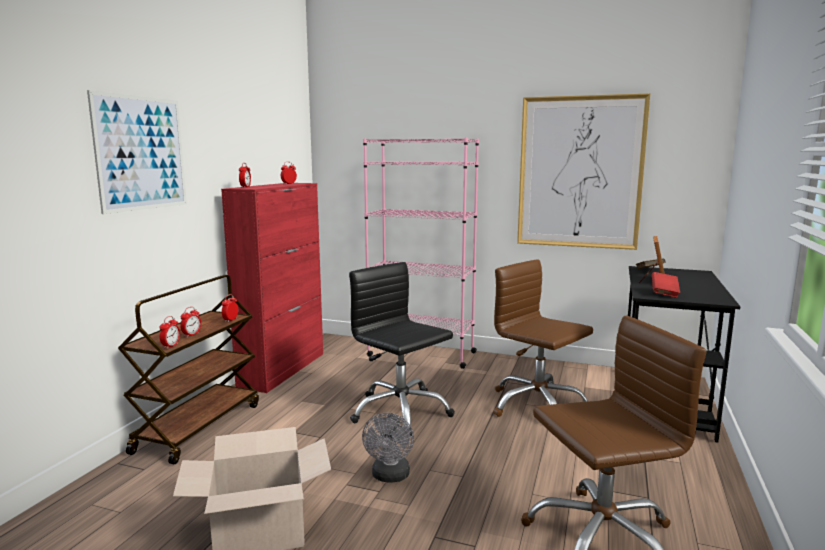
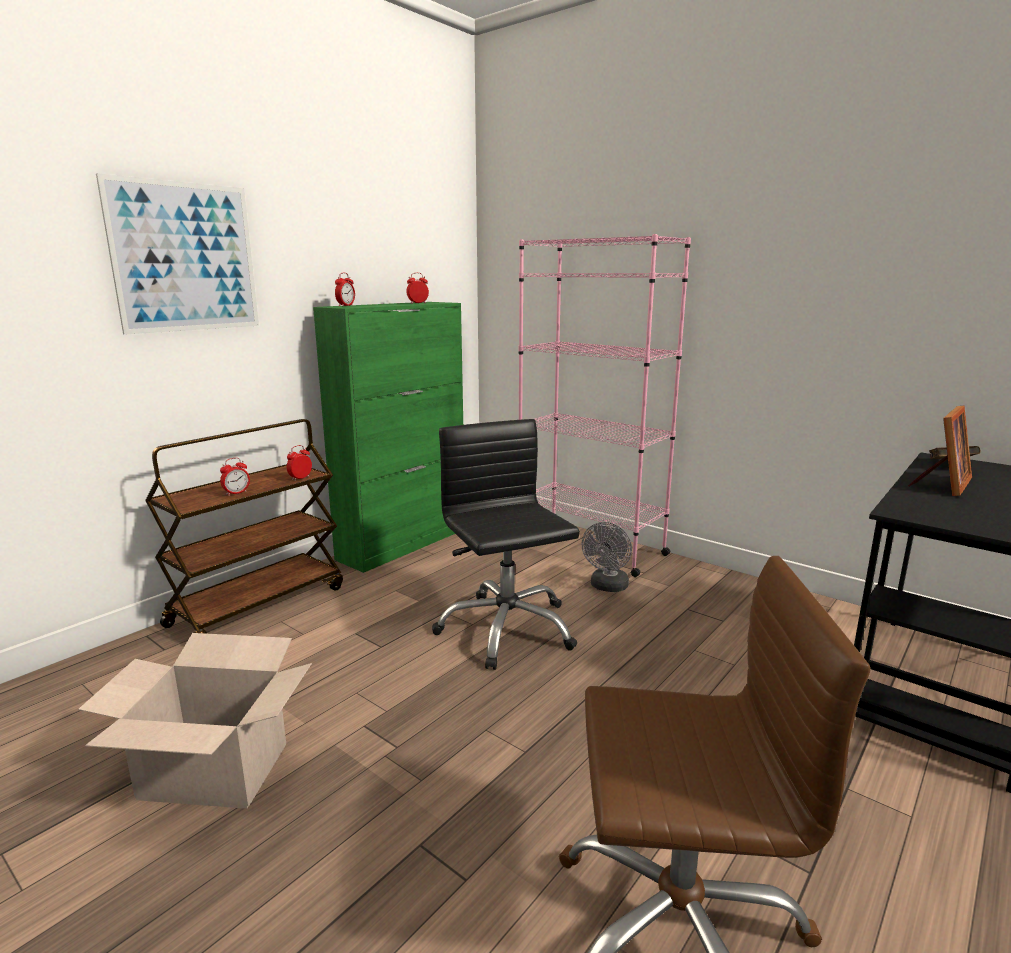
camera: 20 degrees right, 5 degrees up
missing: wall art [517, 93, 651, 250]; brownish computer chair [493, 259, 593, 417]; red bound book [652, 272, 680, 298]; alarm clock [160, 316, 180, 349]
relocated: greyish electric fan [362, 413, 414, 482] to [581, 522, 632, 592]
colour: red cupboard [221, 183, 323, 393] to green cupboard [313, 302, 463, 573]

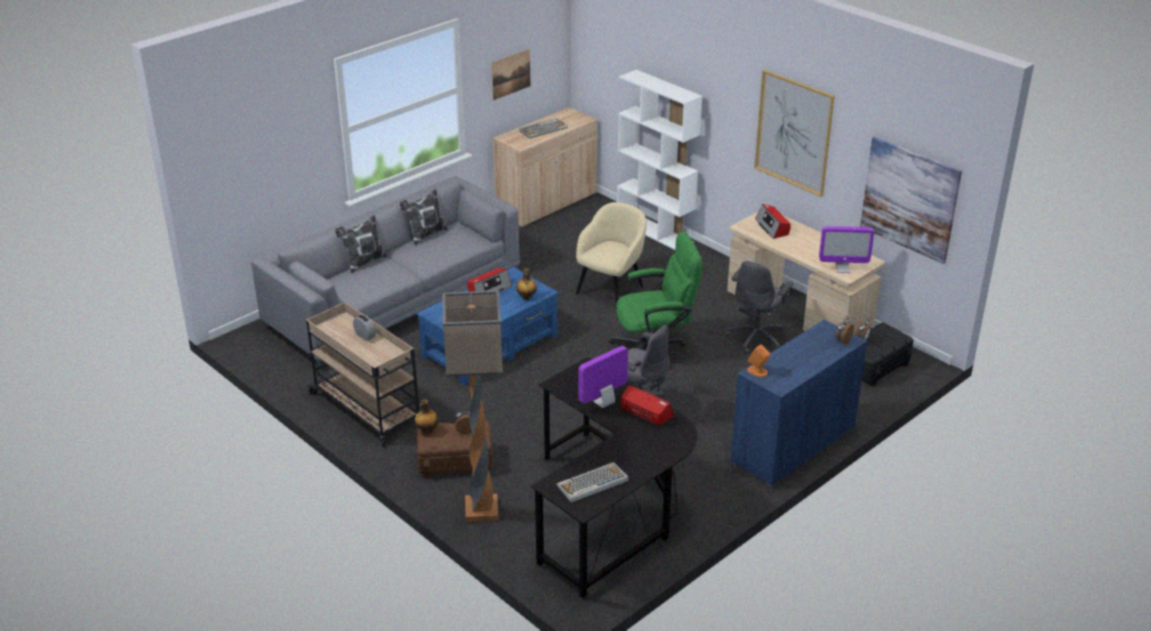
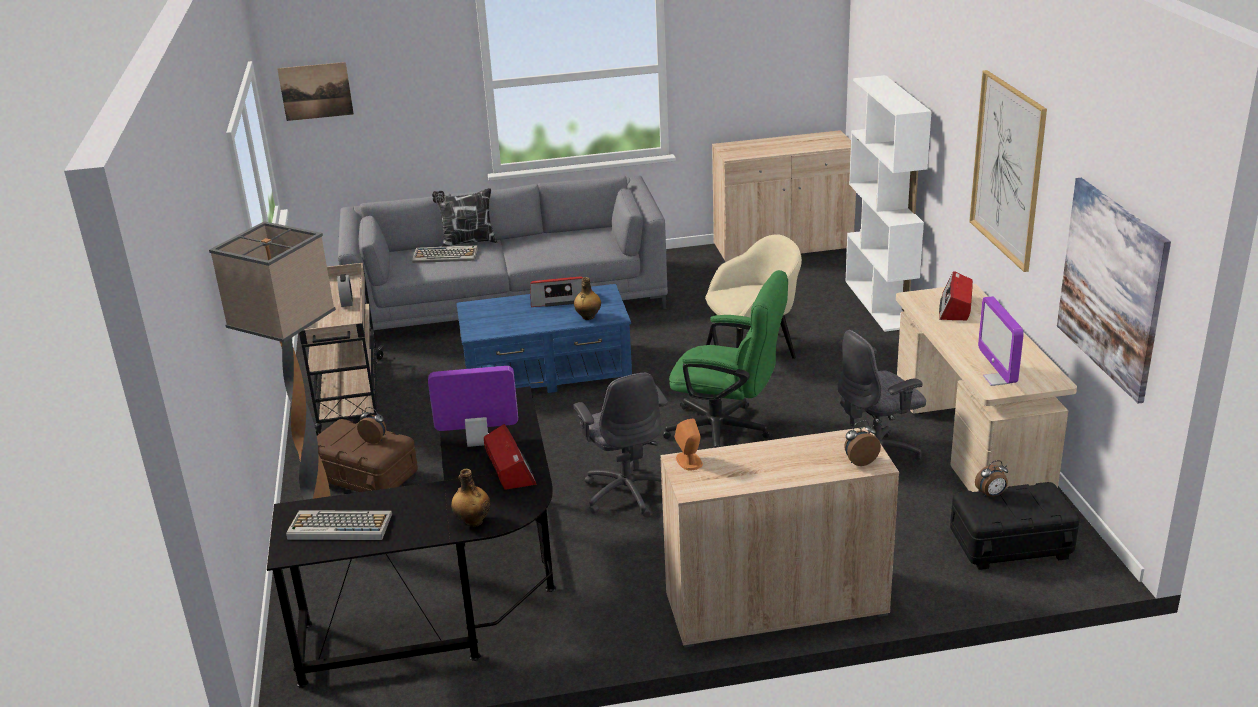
camera: 35 degrees right, 5 degrees down
missing: pillow [400, 189, 448, 245]
relocated: wall art [492, 49, 530, 100] to [277, 62, 354, 121]; PC keyboard [519, 118, 568, 139] to [412, 245, 478, 263]; drink bottle [415, 400, 438, 433] to [451, 469, 491, 527]
colour: blue-coloured cupboard [731, 319, 868, 487] to sand-coloured cupboard [661, 427, 899, 648]
spun: computer display [819, 226, 874, 273] = [978, 296, 1024, 386] 45 degrees clockwise

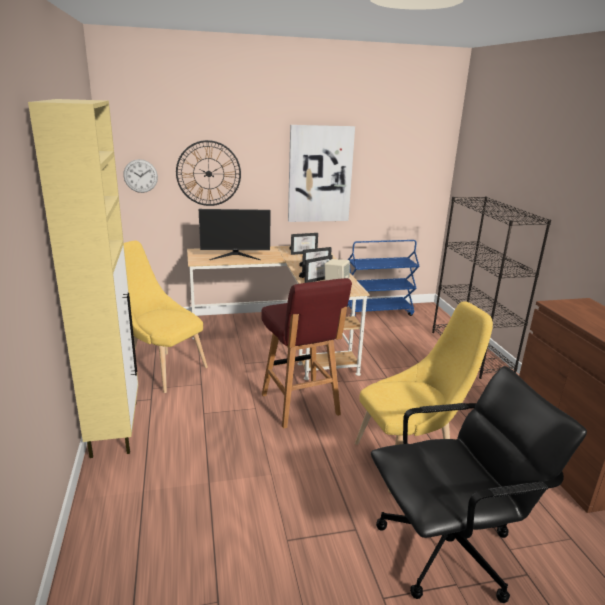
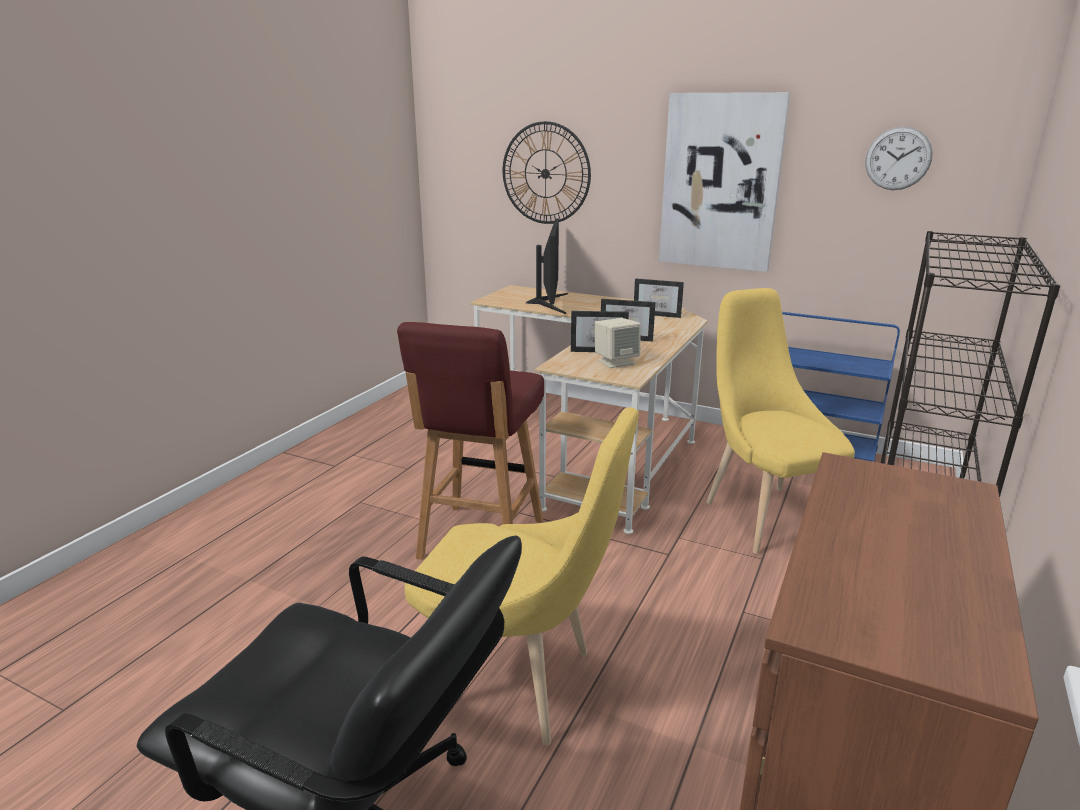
camera: 40 degrees right, 0 degrees up
missing: sand-coloured cupboard [28, 99, 138, 458]
relocated: clock on the wall [123, 159, 158, 193] to [865, 126, 933, 190]; yellowish chair [124, 241, 208, 393] to [706, 288, 855, 554]
spun: computer display [199, 209, 271, 260] = [526, 219, 568, 314] 120 degrees counterclockwise

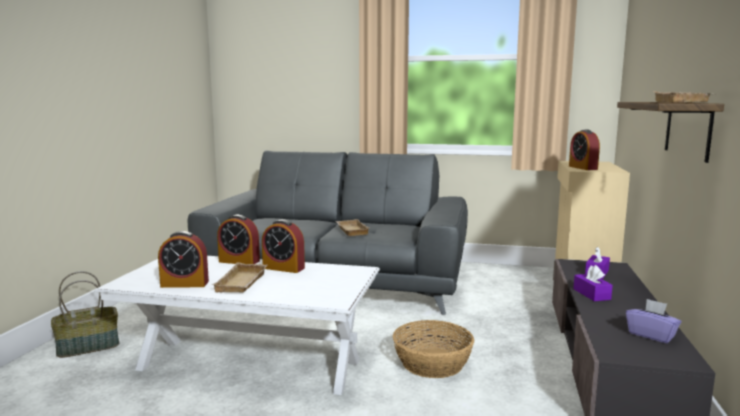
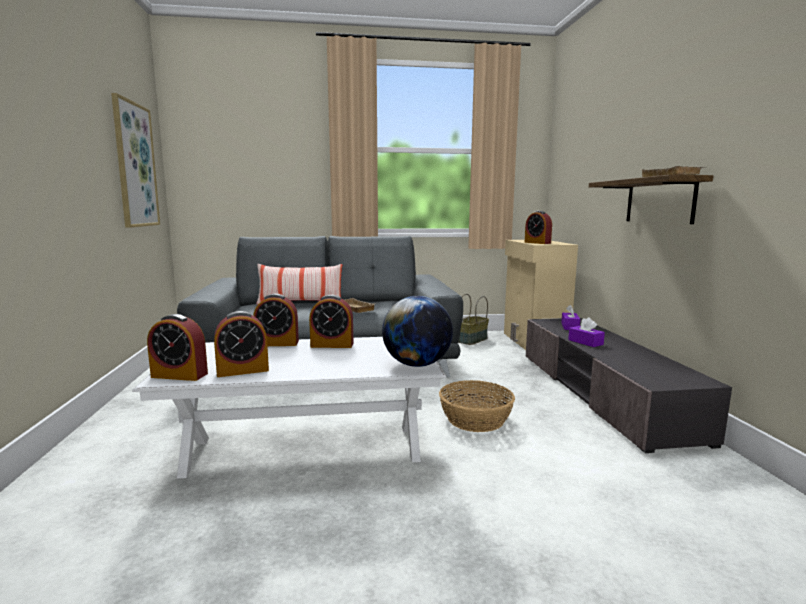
camera: 20 degrees left, 0 degrees up
missing: sand-coloured carrying tray [212, 262, 268, 292]; purple box of tissues [626, 299, 681, 343]
appeared: wall art [111, 93, 160, 228]; pillow [256, 264, 342, 305]; globe [382, 296, 453, 367]; alarm clock [147, 314, 208, 381]
relocated: basket [51, 271, 119, 358] to [459, 294, 489, 345]

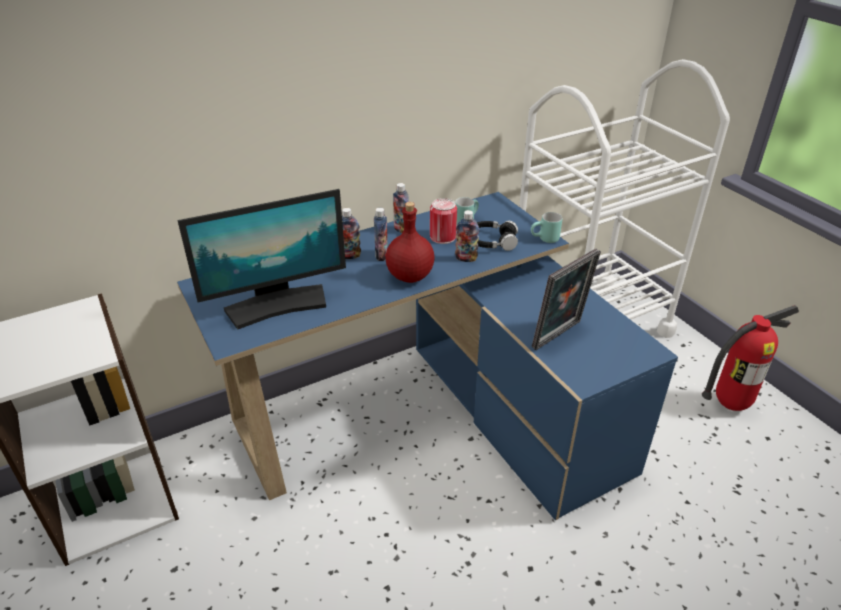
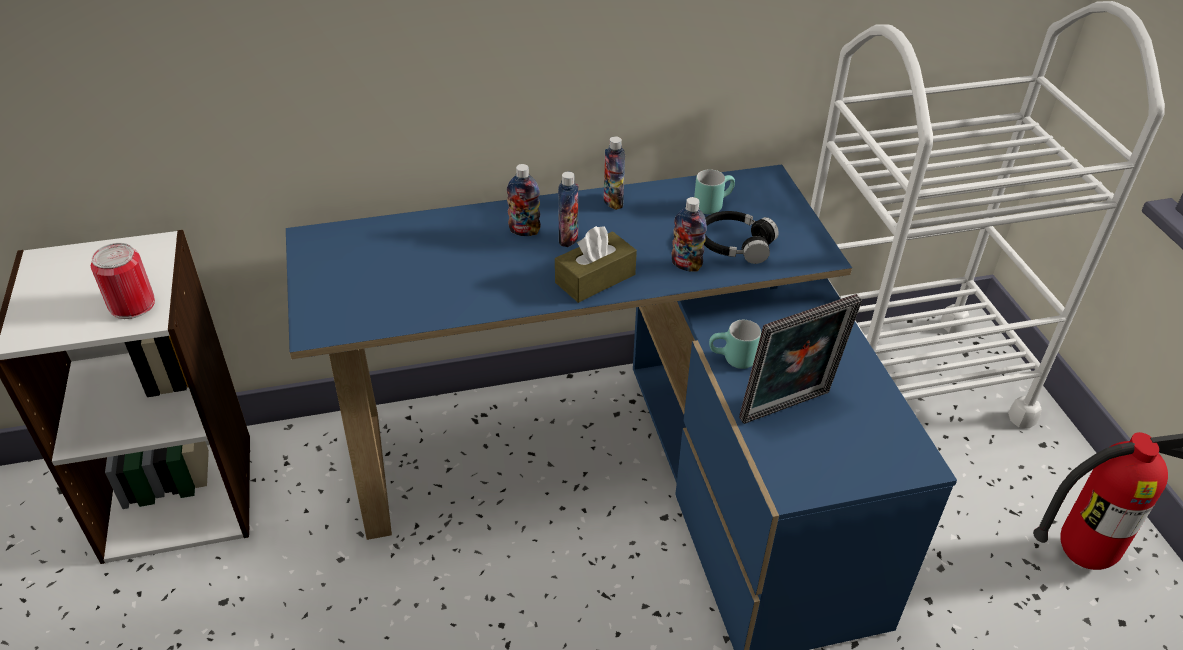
camera: 15 degrees right, 5 degrees up
missing: computer display [177, 189, 346, 330]
relocated: metal can [430, 198, 457, 244] to [91, 243, 155, 319]; turquoise-coloured coffee mug [531, 212, 562, 243] to [709, 320, 761, 369]
exchanged: red drink bottle [386, 202, 435, 283] to brownish box of tissues [555, 226, 637, 303]

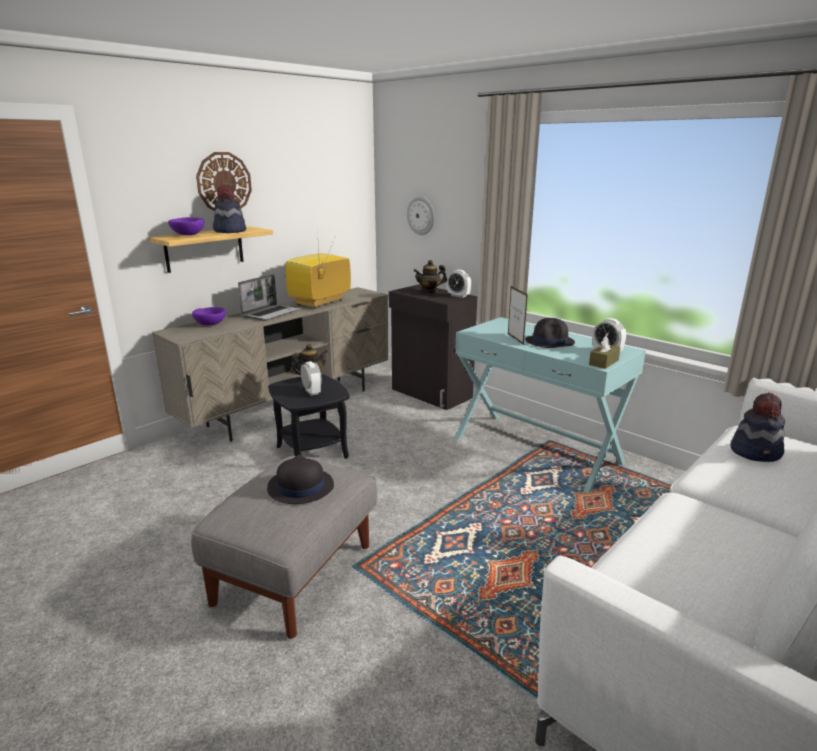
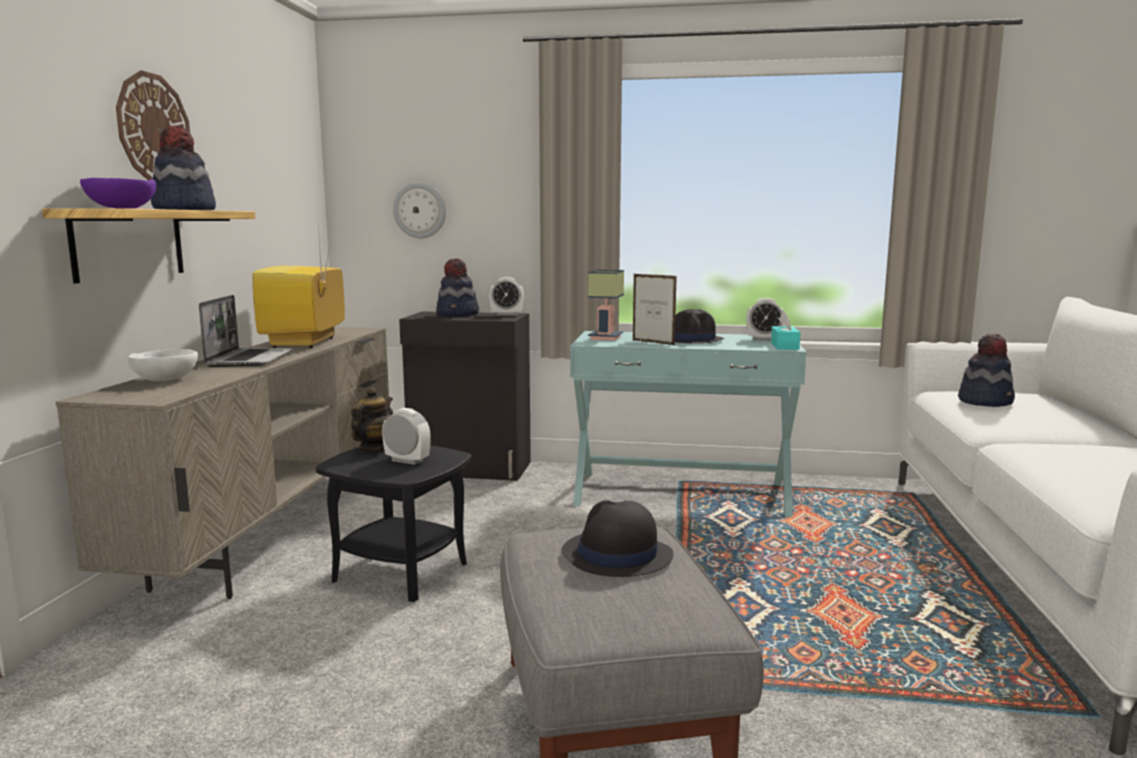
camera: 35 degrees left, 10 degrees down
appeared: table lamp [588, 270, 624, 341]
exchanged: teapot [413, 260, 447, 294] to hat [436, 259, 479, 317]
colour: purple serving bowl [192, 307, 226, 326] to white serving bowl [128, 349, 198, 381]; brownish box of tissues [589, 336, 620, 369] to turquoise-coloured box of tissues [771, 312, 801, 350]

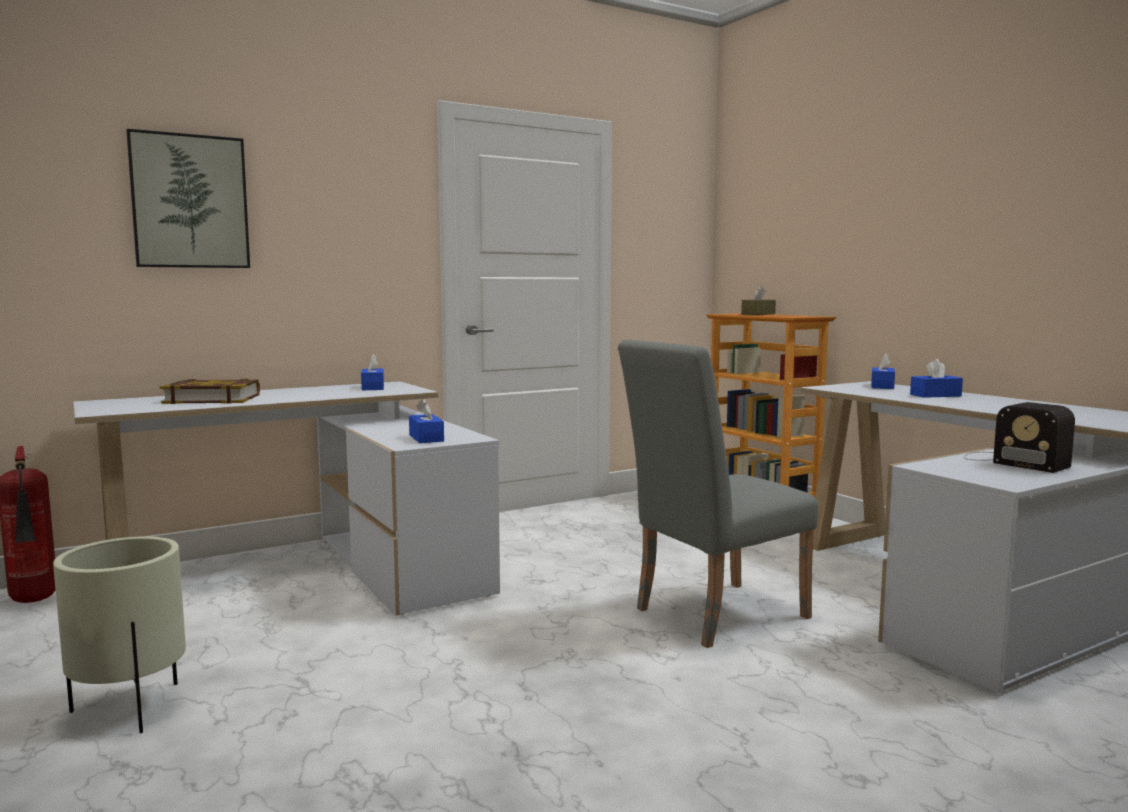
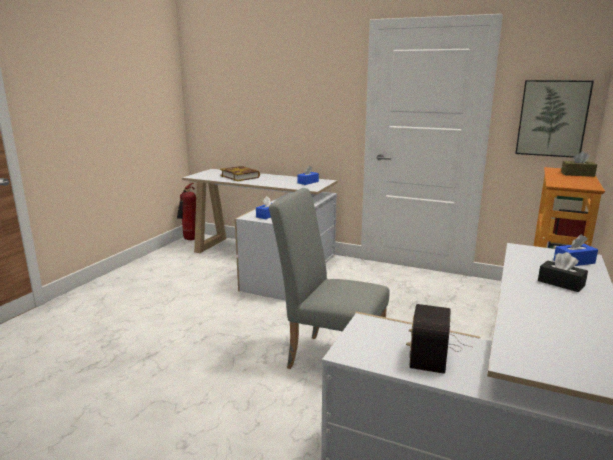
camera: 55 degrees right, 10 degrees up
missing: sand-coloured plant pot [53, 536, 186, 733]
relocated: wall art [126, 129, 250, 268] to [515, 80, 594, 158]
colour: blue-coloured box of tissues [910, 359, 963, 398] to black-coloured box of tissues [538, 252, 588, 292]

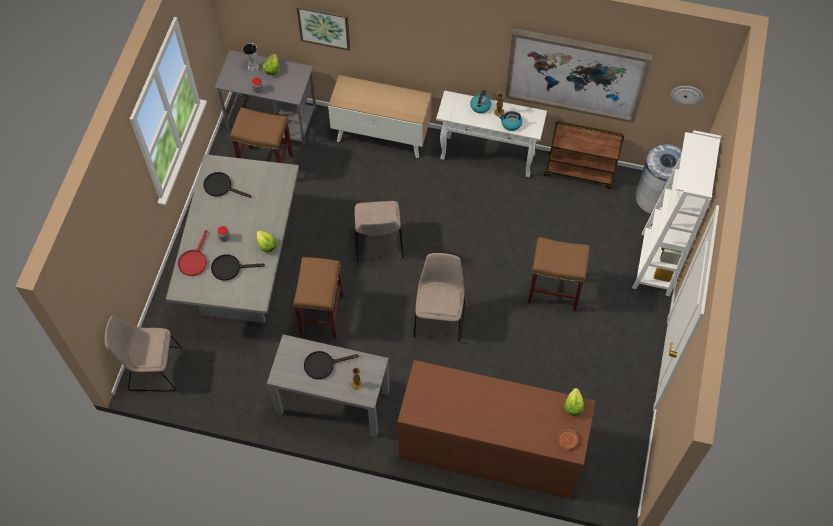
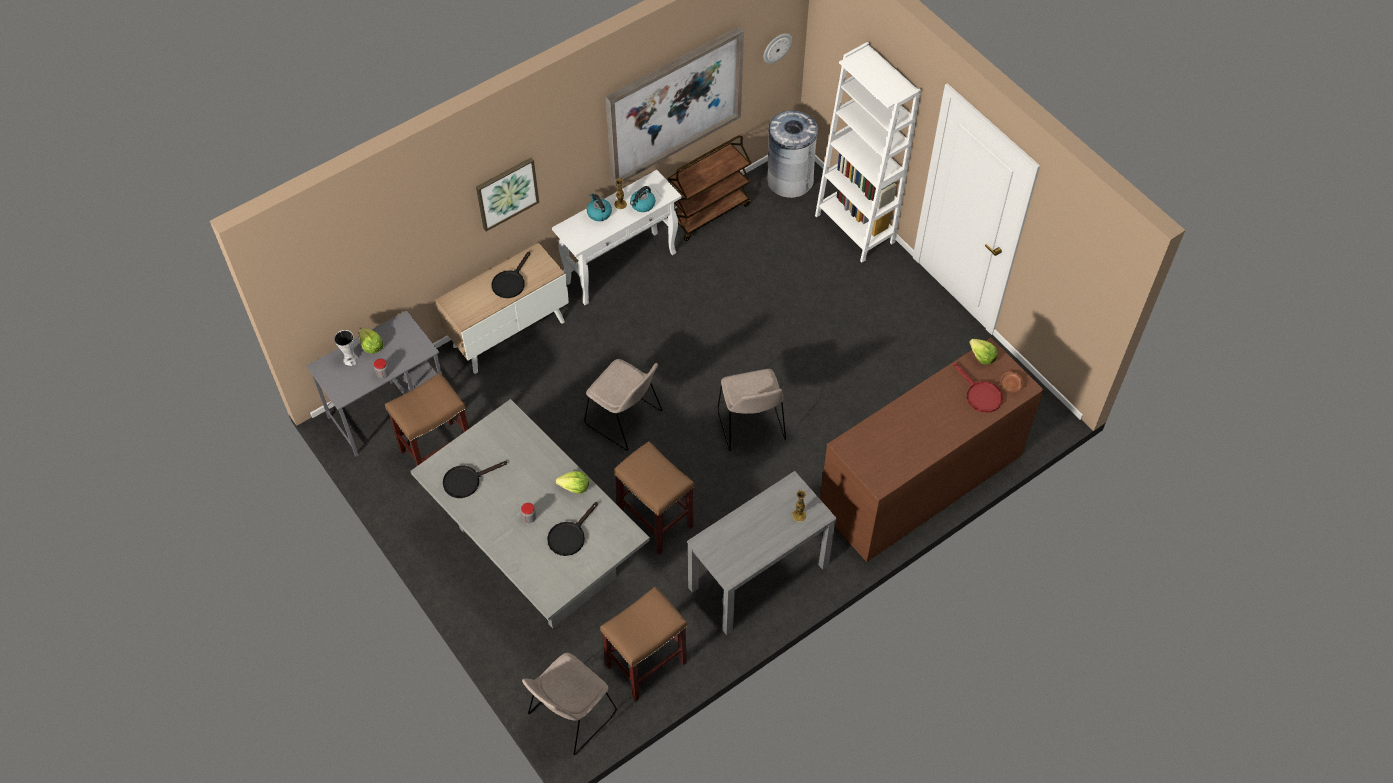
camera: 50 degrees left, 5 degrees down
relocated: wall art [297, 5, 350, 50] to [476, 158, 539, 231]; red pan [178, 230, 208, 276] to [954, 363, 1003, 413]; brownish sitting stool [528, 237, 590, 311] to [600, 587, 687, 701]; black-coloured pan [304, 351, 359, 379] to [492, 251, 530, 298]
spun: sand-coloured chair [413, 253, 465, 342] = [717, 369, 786, 451] 150 degrees counterclockwise

